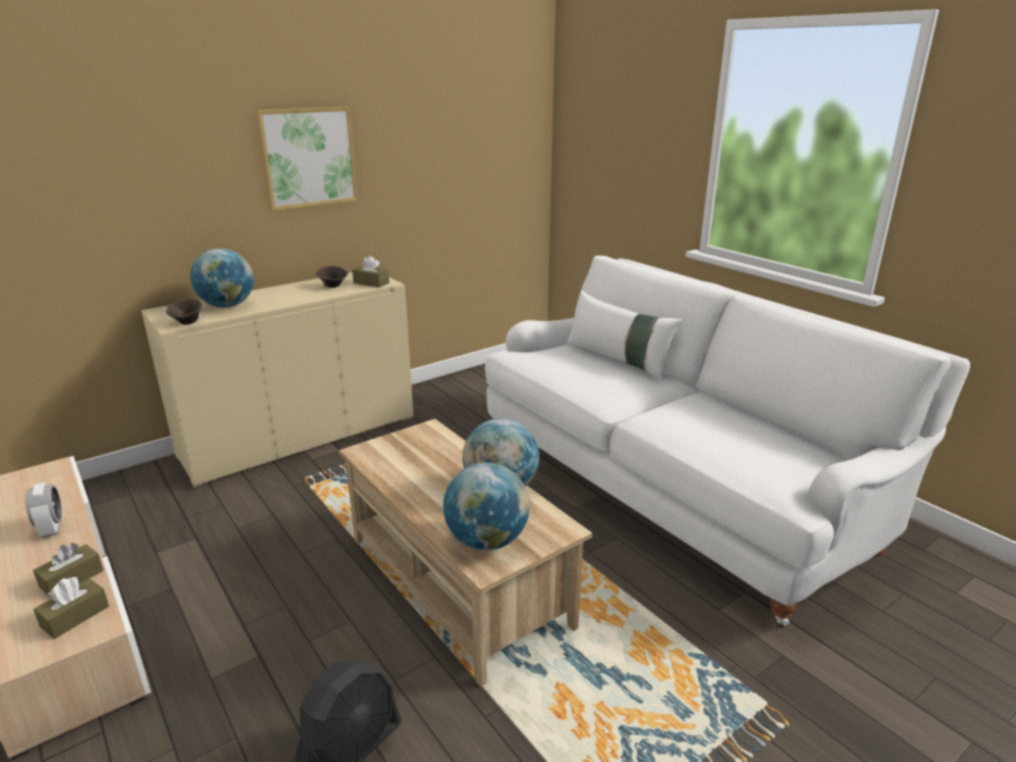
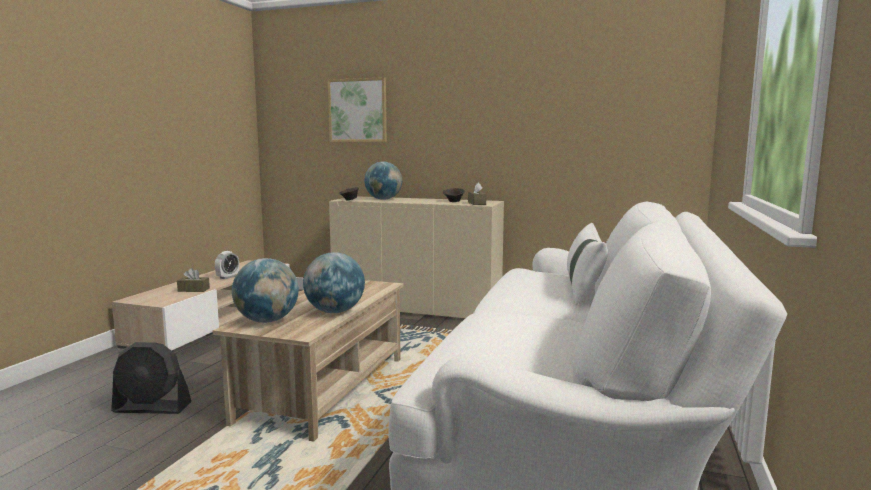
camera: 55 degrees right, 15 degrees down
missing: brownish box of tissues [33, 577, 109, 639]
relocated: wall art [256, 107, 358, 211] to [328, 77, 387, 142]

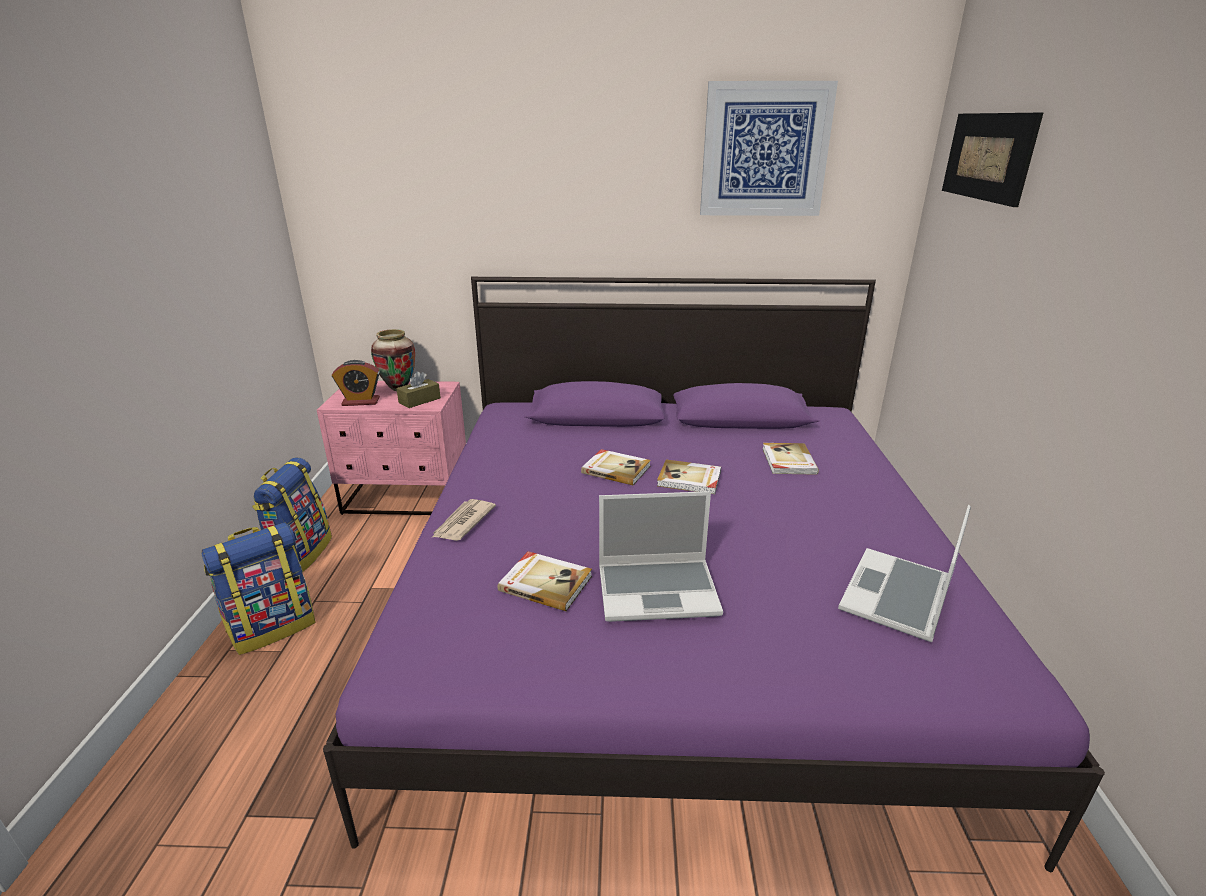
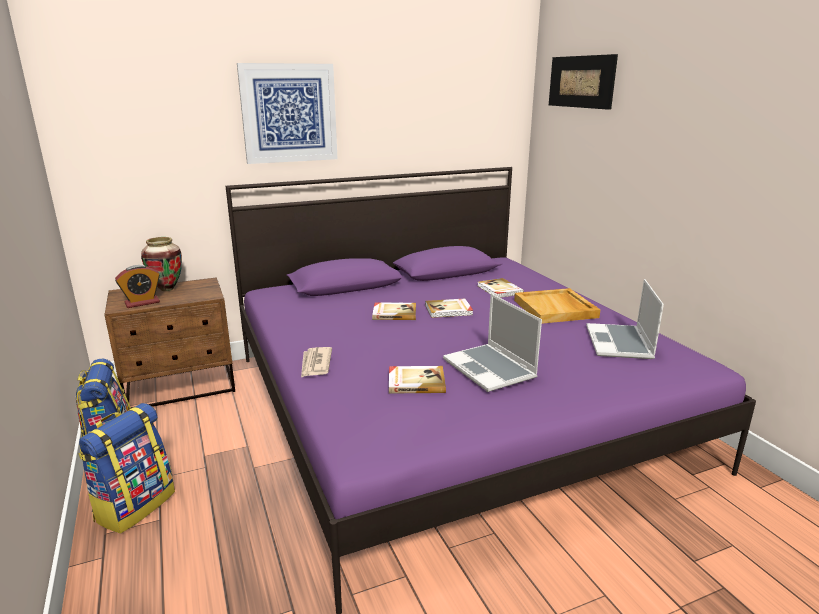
camera: 25 degrees left, 5 degrees down
missing: brownish box of tissues [396, 371, 441, 408]
appeared: sand-coloured carrying tray [514, 288, 600, 324]
relocated: wall art [700, 81, 838, 216] to [237, 63, 338, 164]
colour: pinkish nightstand [317, 381, 466, 515] to brownish nightstand [104, 277, 235, 408]
spun: portable computer [599, 491, 723, 622] = [443, 294, 542, 392] 90 degrees clockwise

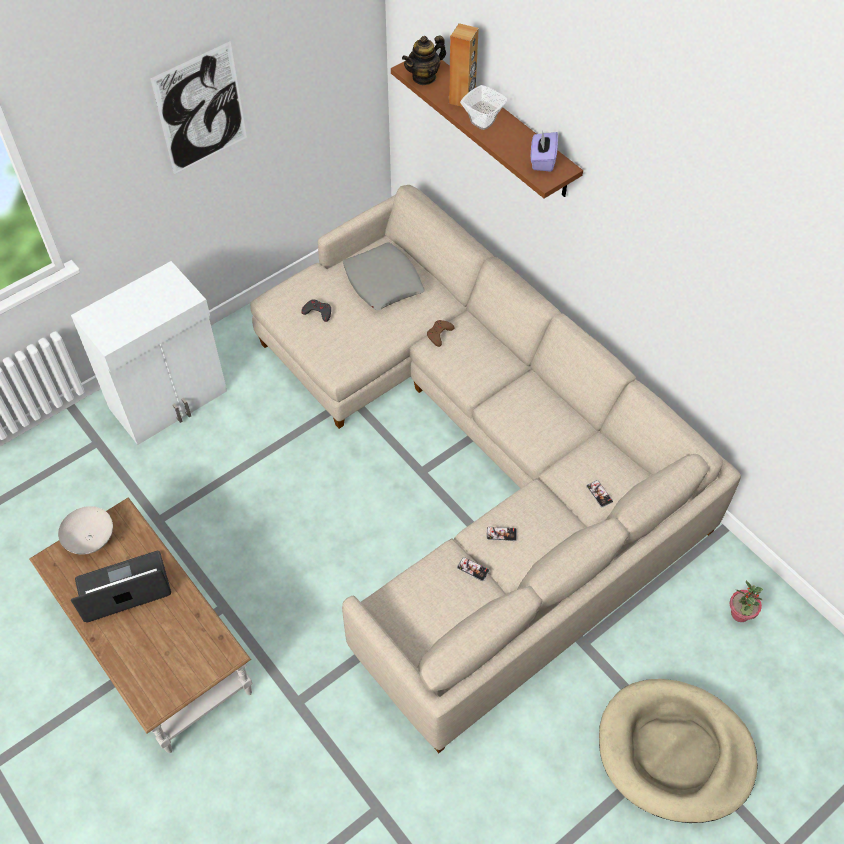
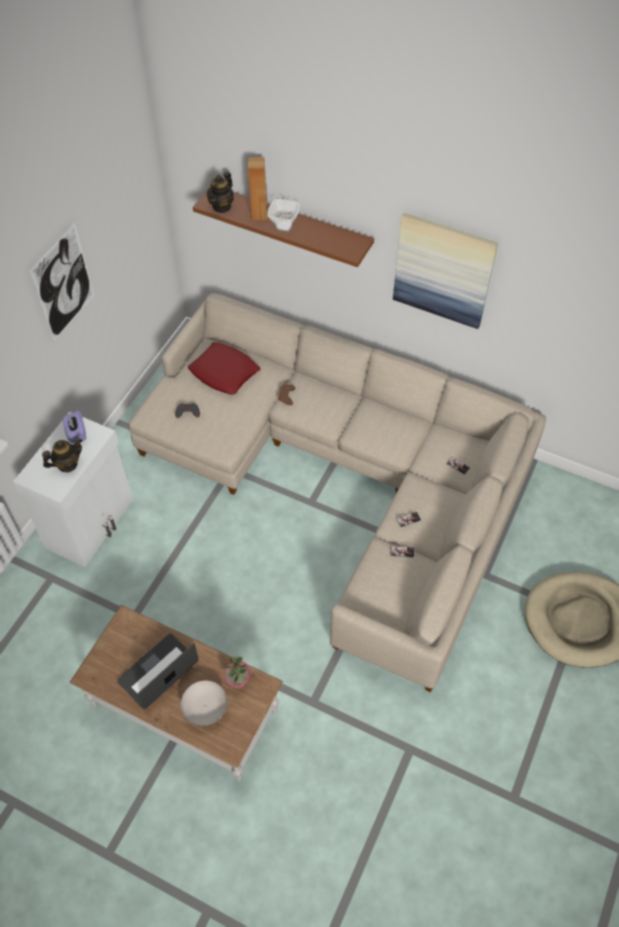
camera: 25 degrees left, 0 degrees up
appeared: wall art [393, 213, 498, 329]; teapot [42, 439, 83, 472]
relocated: purple box of tissues [531, 131, 558, 172] to [63, 410, 86, 443]; white serving bowl [58, 506, 113, 555] to [181, 681, 227, 726]; houseplant [729, 581, 763, 622] to [221, 657, 251, 689]
colour: greyish pillow [343, 242, 424, 310] to red pillow [188, 342, 261, 395]

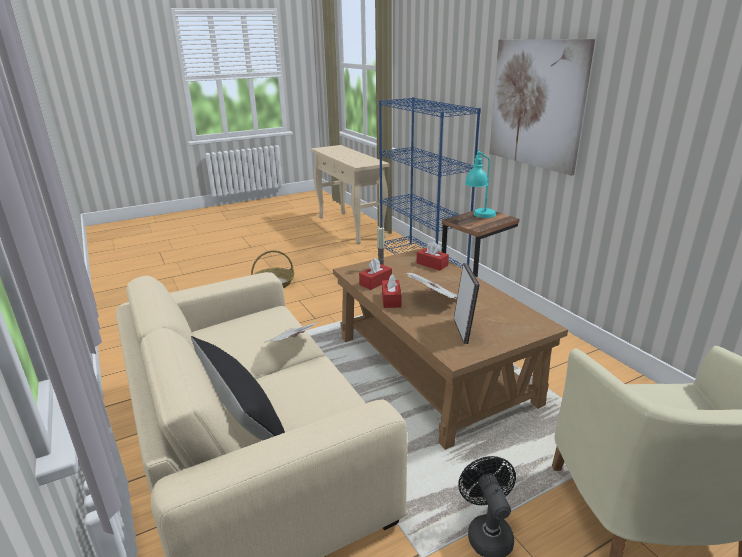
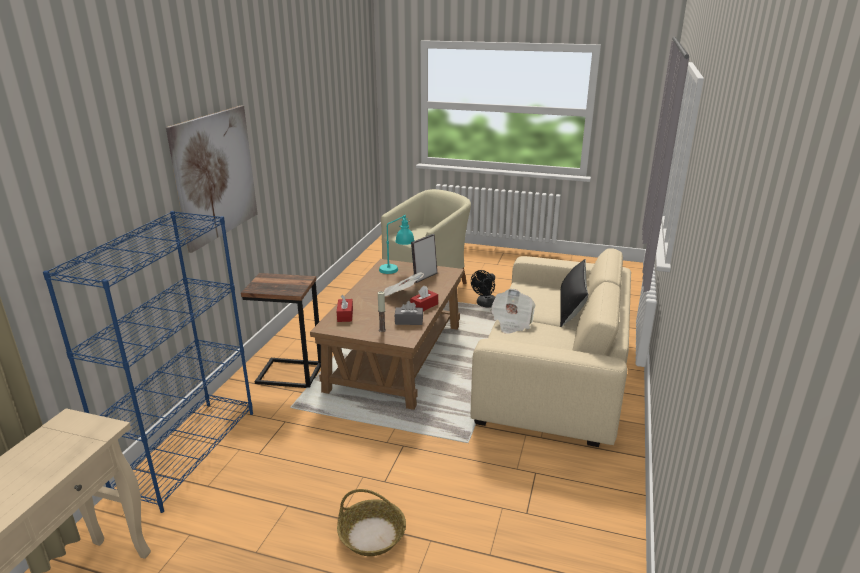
camera: 135 degrees left, 0 degrees up
relocated: turquoise-coloured table lamp [465, 151, 496, 218] to [379, 215, 415, 274]
colour: red box of tissues [359, 258, 392, 290] to greyish box of tissues [394, 301, 423, 325]

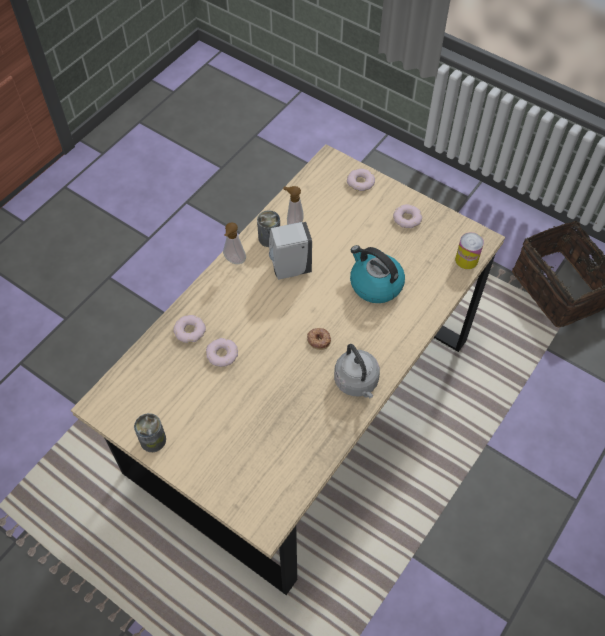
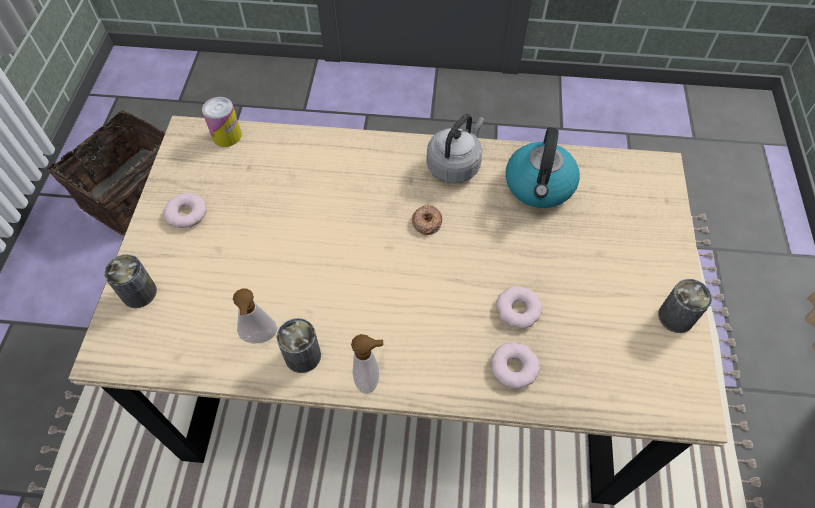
camera: 120 degrees left, 0 degrees up
missing: white soap bottle [269, 222, 312, 280]
relocated: tea kettle [350, 245, 405, 303] to [506, 127, 580, 208]
exchanged: donut [347, 169, 375, 191] to metal can [104, 254, 157, 308]

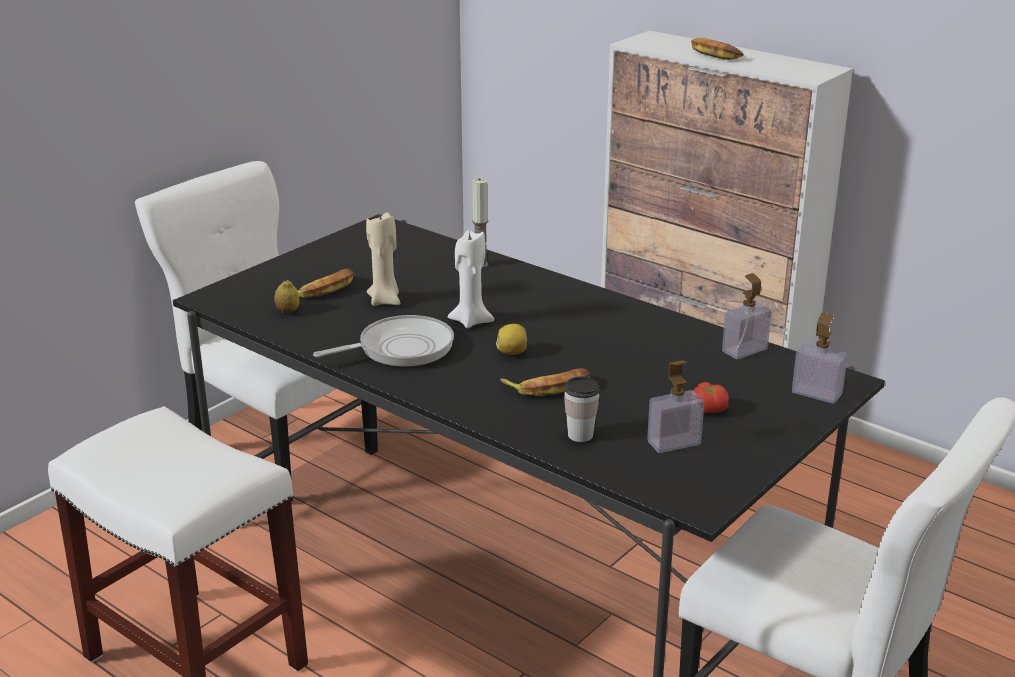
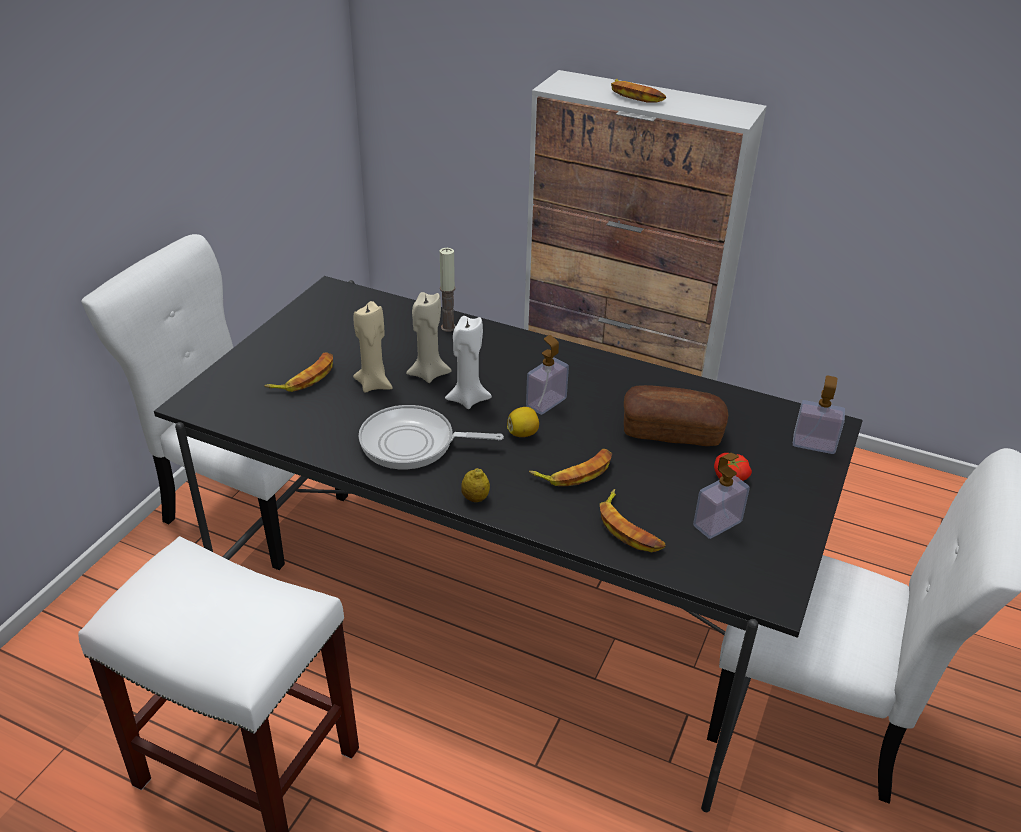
camera: 15 degrees left, 10 degrees up
appeared: sand-coloured wax candle [406, 292, 451, 383]; baked bread [624, 385, 728, 446]
relocated: soap bottle [722, 273, 772, 359] to [526, 335, 569, 415]; citrus fruit [274, 280, 300, 313] to [461, 468, 490, 502]
exchanged: drinking cup [564, 376, 600, 442] to banana fruit [600, 489, 666, 552]
spun: pan [313, 315, 454, 367] = [358, 405, 504, 469] 135 degrees counterclockwise

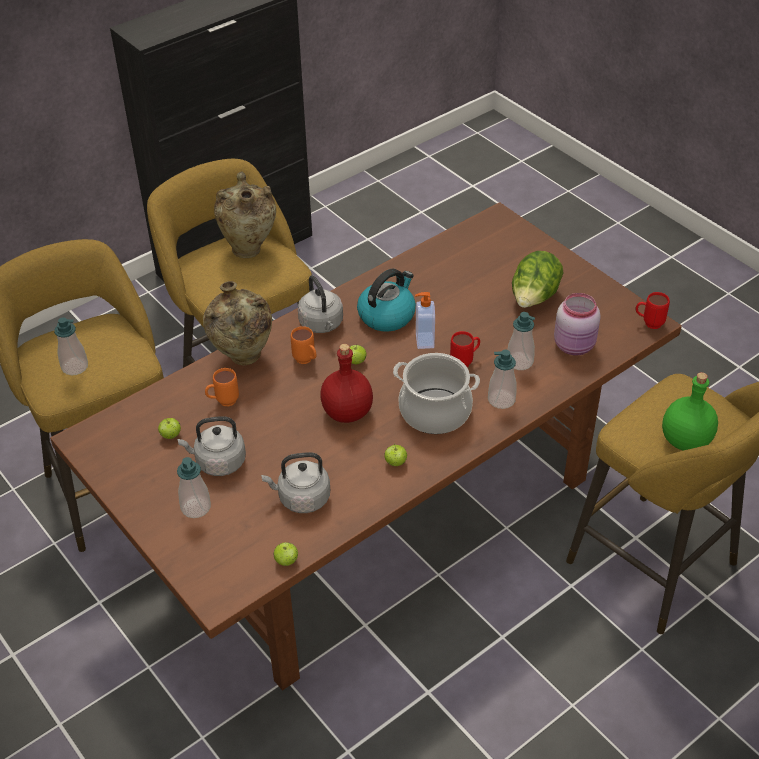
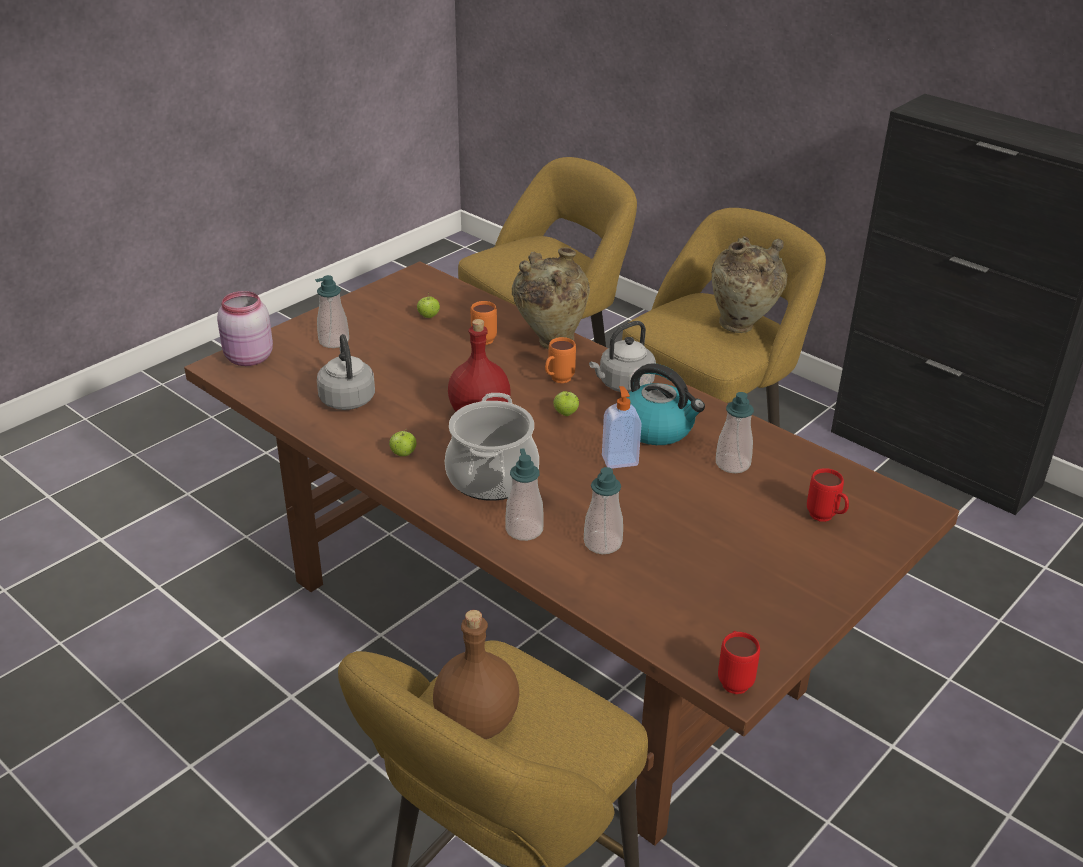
camera: 80 degrees right, 10 degrees down
missing: head of lettuce [512, 251, 563, 308]; greyish tea kettle [177, 416, 246, 476]; apple fruit [274, 542, 298, 566]
relocated: pinkish preserve jar [554, 293, 601, 355] to [217, 291, 273, 366]; soap bottle [54, 317, 88, 375] to [716, 392, 754, 473]; red coffee mug [450, 331, 480, 367] to [807, 468, 849, 522]
colour: green drink bottle [662, 372, 718, 451] to brownish drink bottle [433, 610, 519, 739]

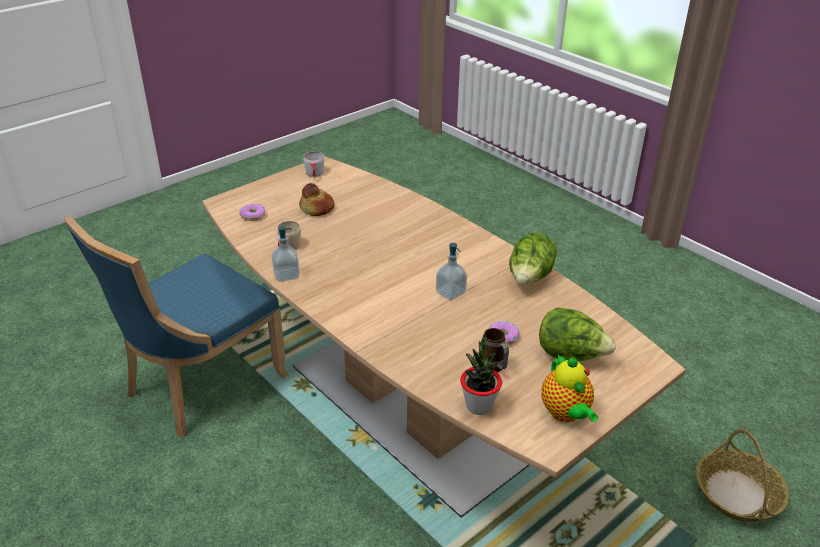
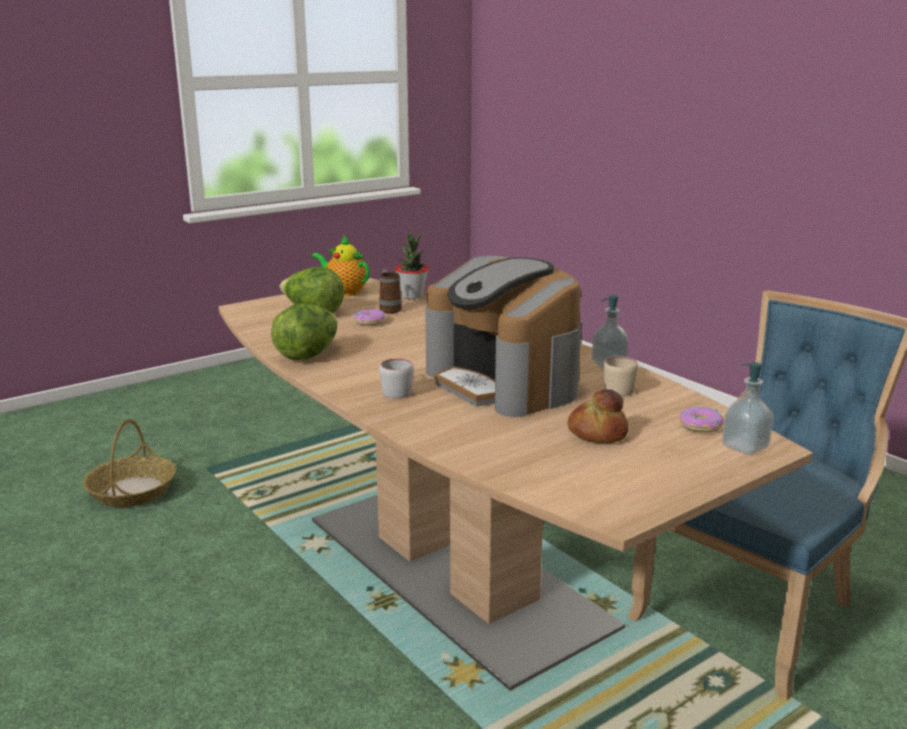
camera: 175 degrees left, 15 degrees down
appeared: coffee brewer [425, 256, 581, 417]
relocated: greyish coffee mug [303, 152, 324, 177] to [379, 358, 414, 399]; soap bottle [436, 243, 467, 300] to [722, 362, 774, 455]
spun: teapot [541, 354, 598, 422] = [312, 236, 370, 296] 45 degrees counterclockwise

